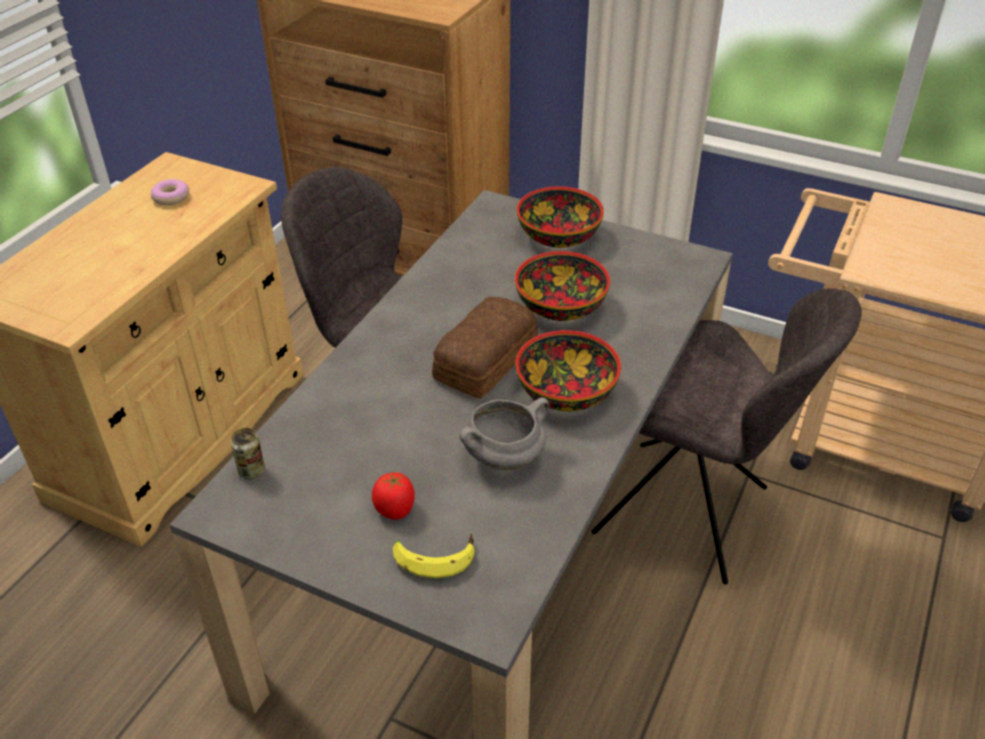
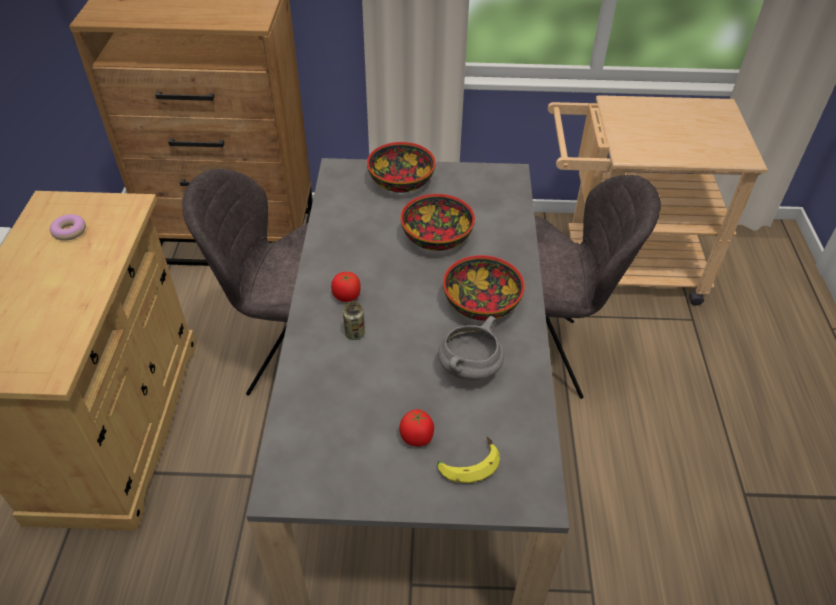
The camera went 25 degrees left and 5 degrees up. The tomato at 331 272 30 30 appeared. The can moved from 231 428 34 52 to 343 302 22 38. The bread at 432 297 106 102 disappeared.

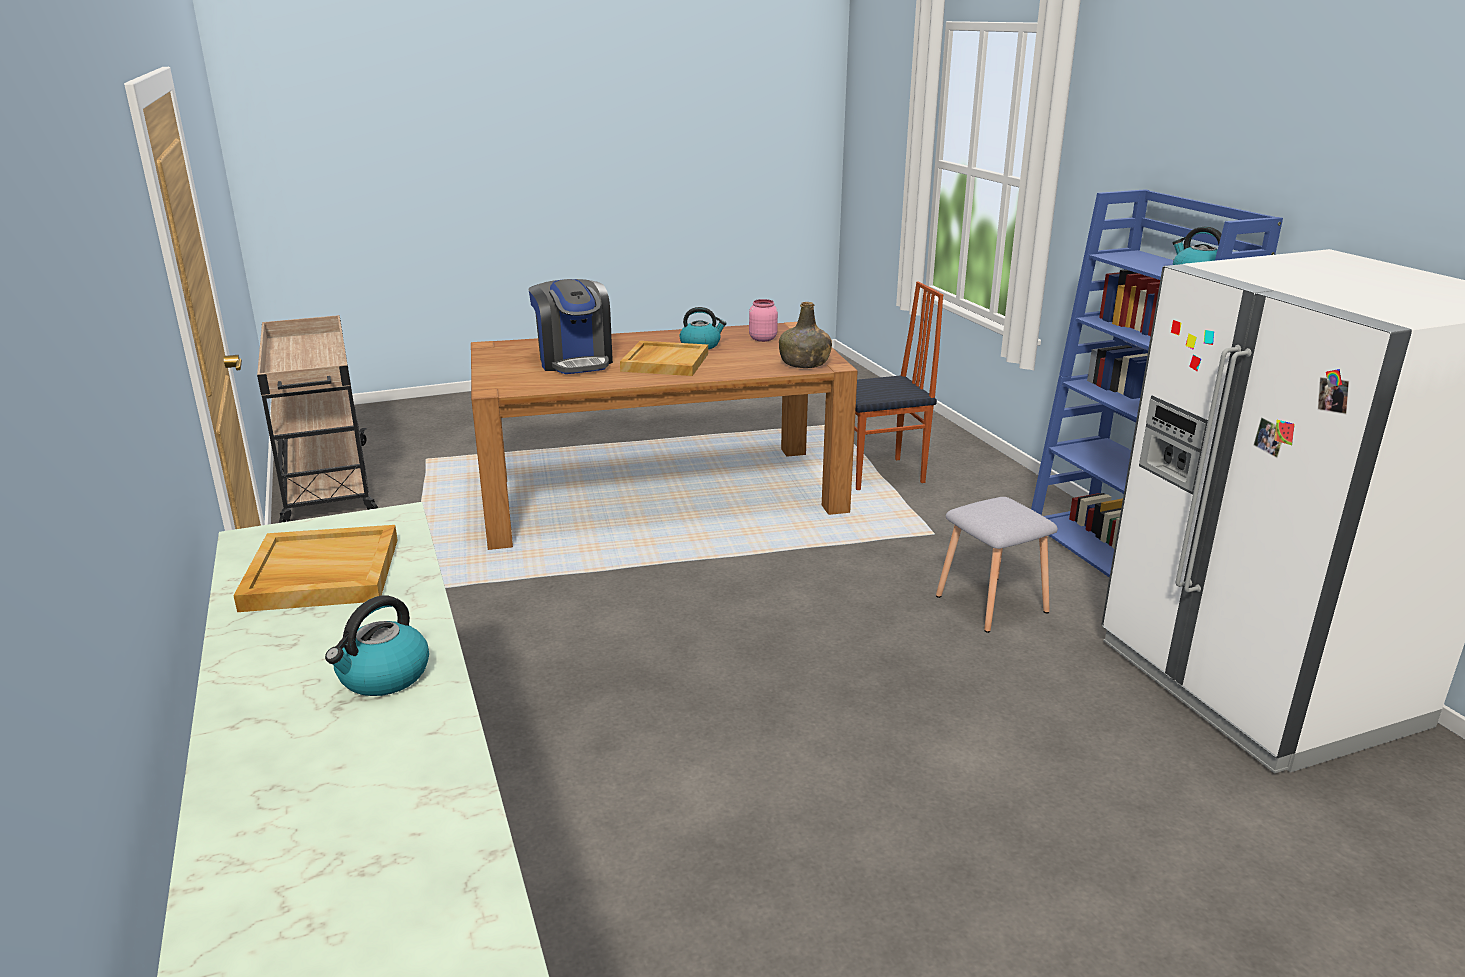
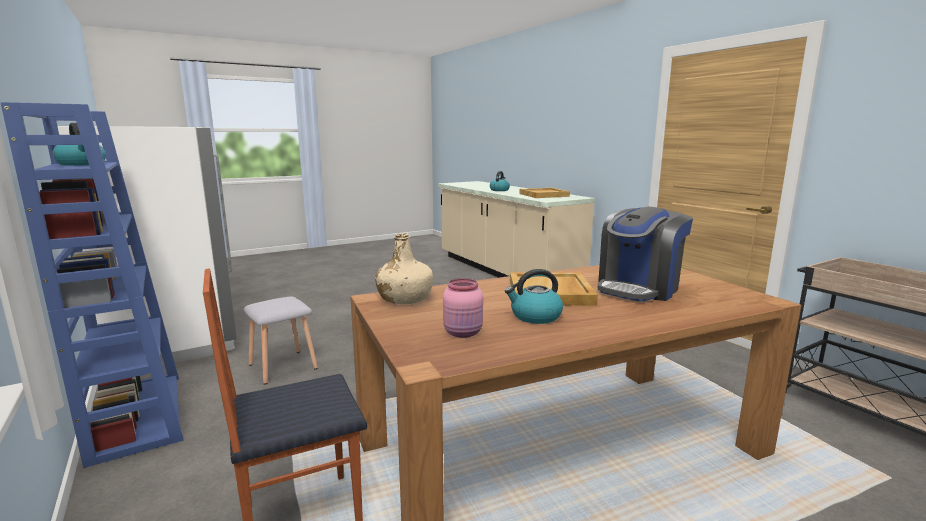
The camera went 170 degrees right and 10 degrees down. The bottle (green) at 779 302 53 66 became the bottle (beige) at 375 233 58 71. The coffee machine at 529 279 84 95 turned 105 degrees counterclockwise.

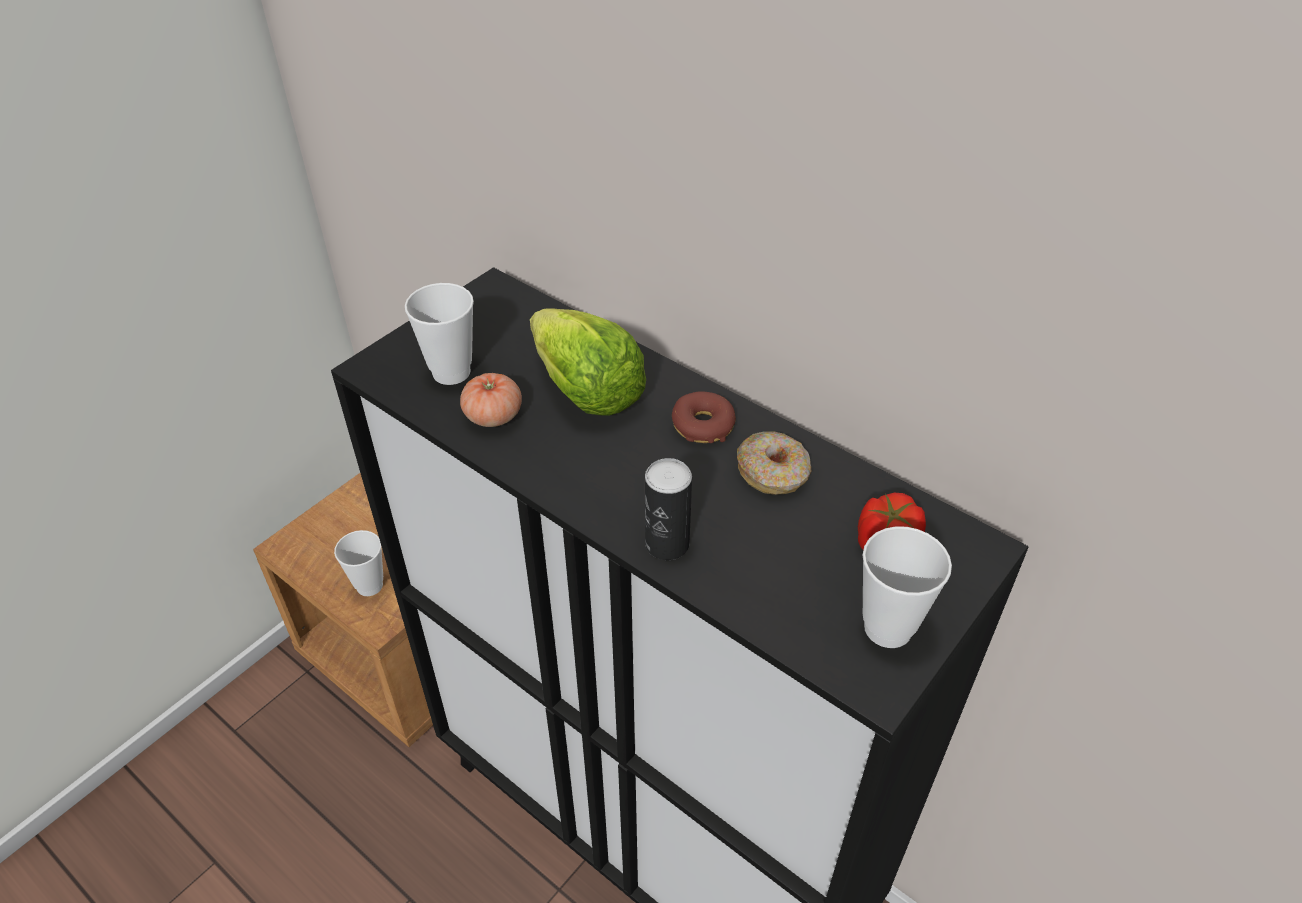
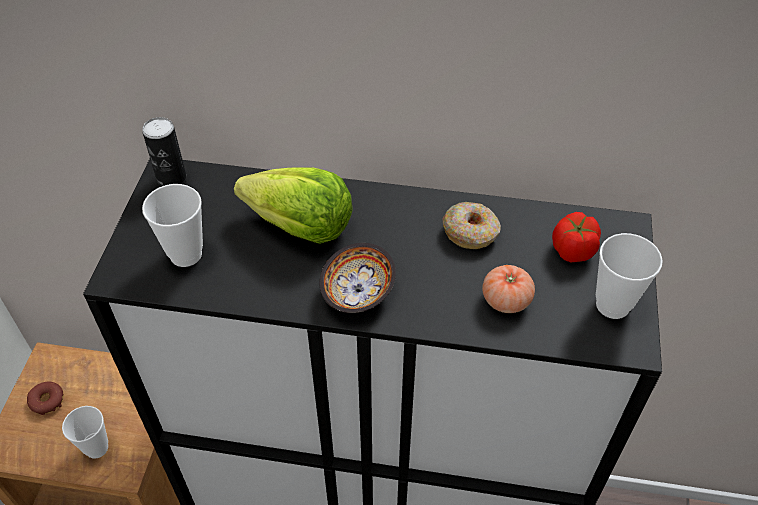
The camera went 30 degrees left and 5 degrees up. The donut moved from 672 391 64 52 to 27 382 36 33. The can moved from 645 458 47 102 to 142 117 44 69. The bowl at 319 243 77 70 appeared. The tomato moved from 460 373 62 54 to 482 265 53 48.

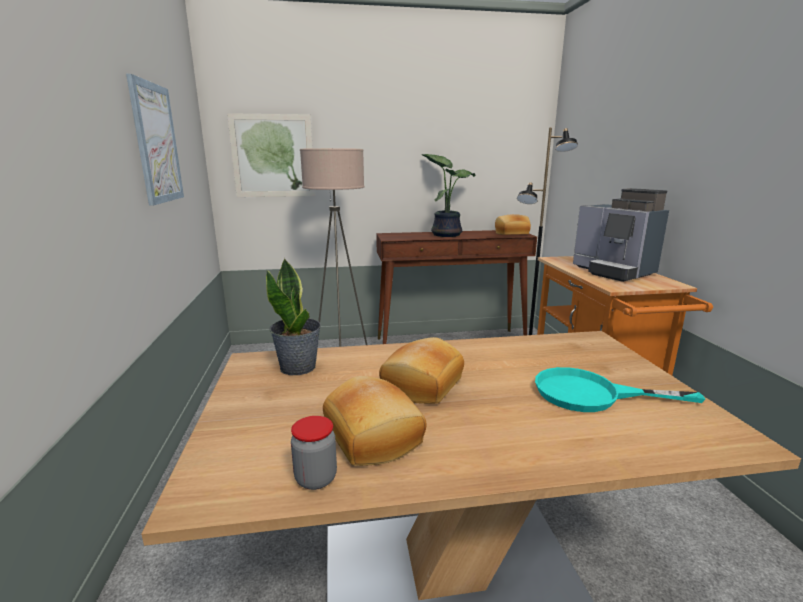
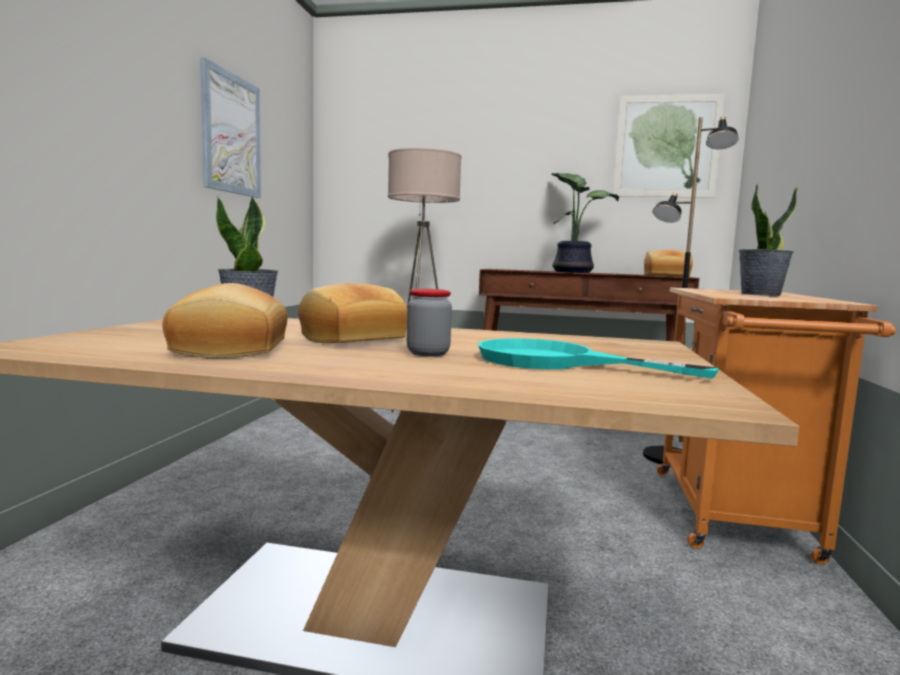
The camera went 20 degrees right and 10 degrees down. The jar moved from 291 416 46 74 to 407 289 45 68. The picture moved from 227 113 88 84 to 613 94 112 104. The coffee machine at 573 188 96 94 was replaced by the potted plant at 738 184 60 112.

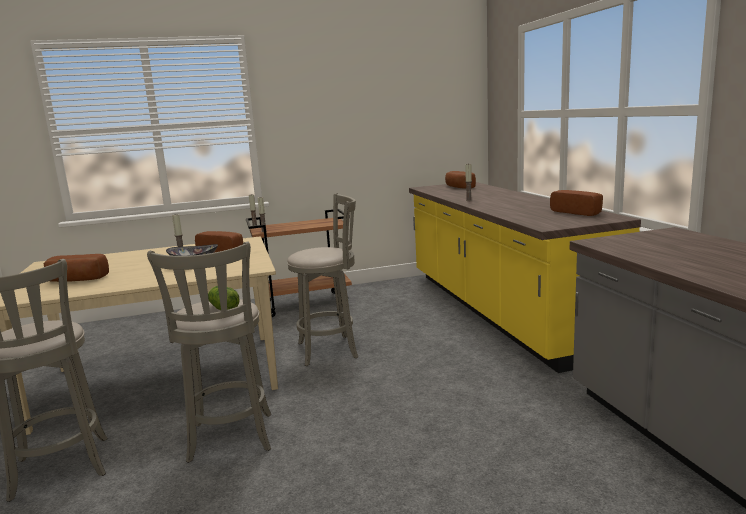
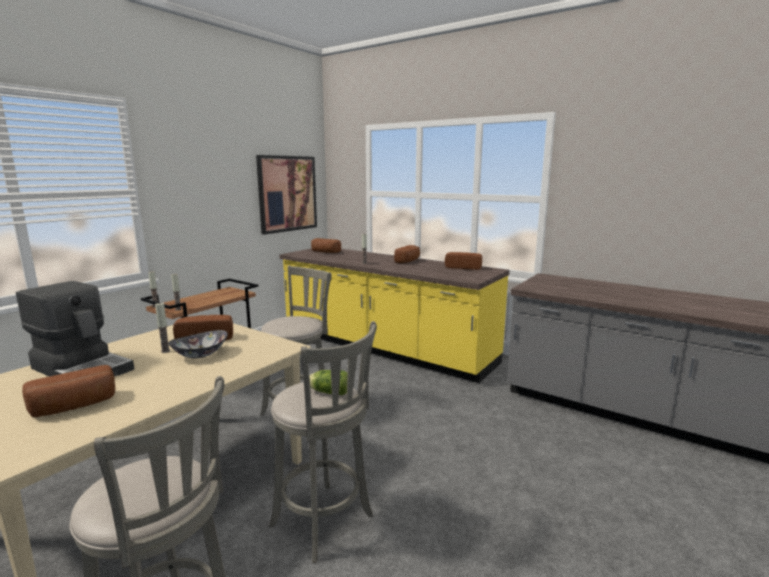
The camera went 40 degrees left and 0 degrees up. The coffee machine at 16 281 118 96 appeared. The picture at 256 155 61 80 appeared. The bread at 394 245 26 18 appeared.

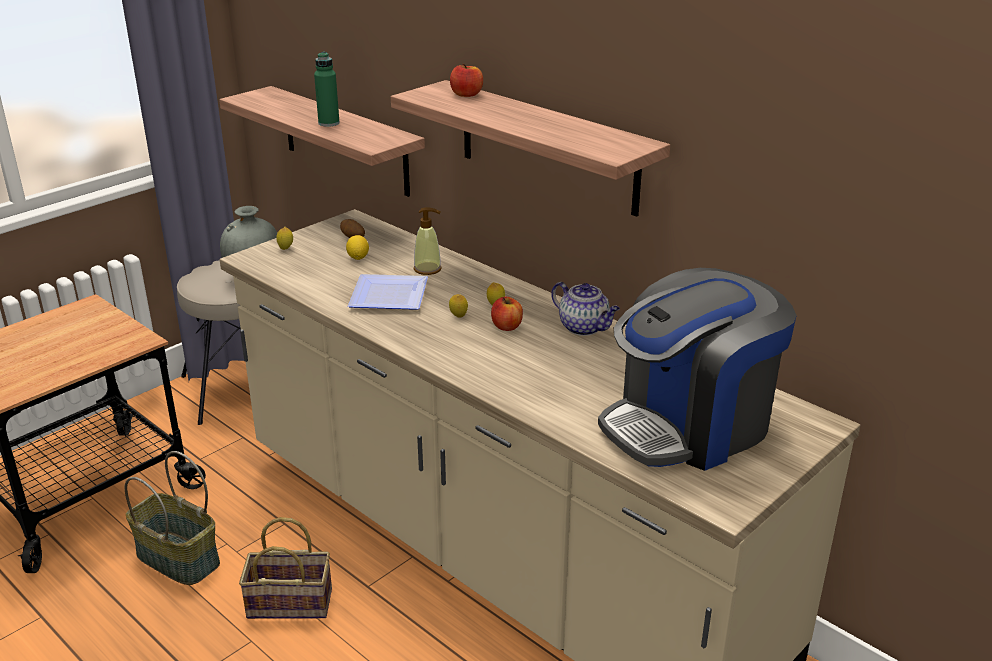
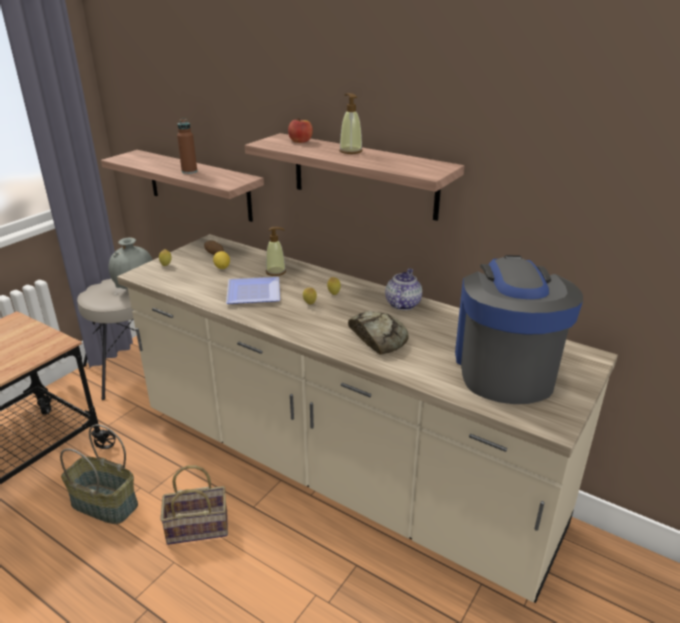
The camera went 10 degrees left and 0 degrees up. The bottle (green) at 314 52 26 75 became the bottle (brown) at 177 118 20 56. The soap dispenser at 339 93 24 61 appeared. The bread at 348 311 61 44 appeared. The teapot at 551 282 69 54 turned 105 degrees counterclockwise. The coffee machine at 598 268 199 203 turned 135 degrees clockwise. The apple at 491 297 32 34 disappeared.

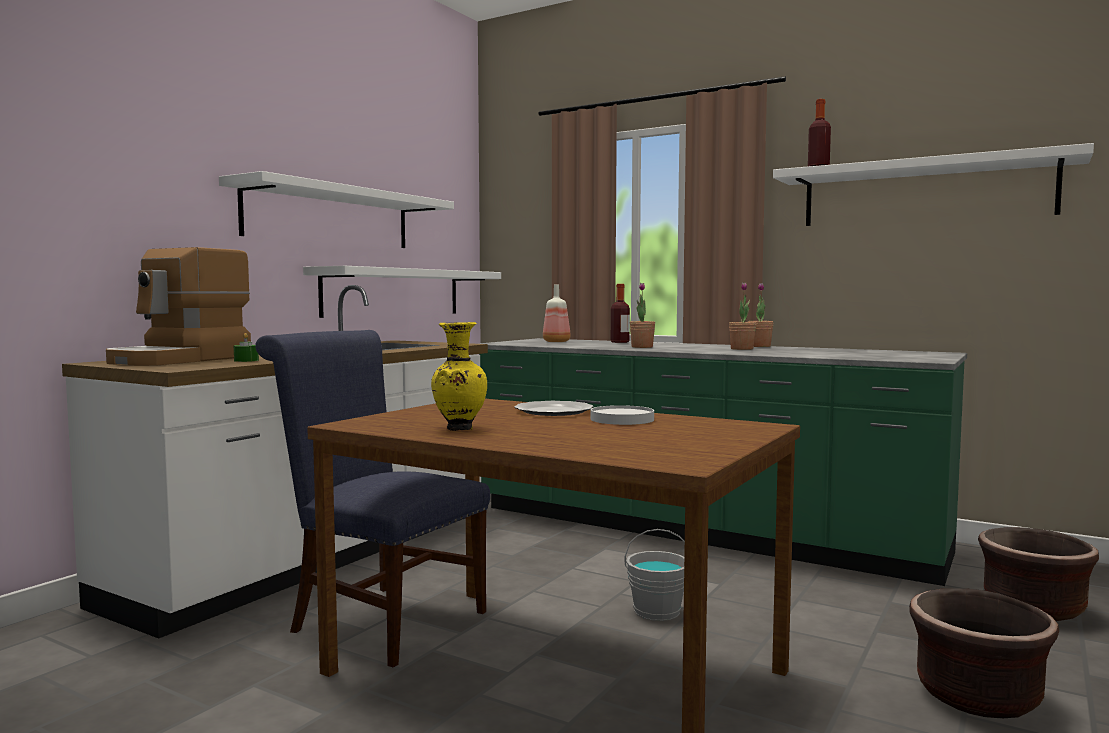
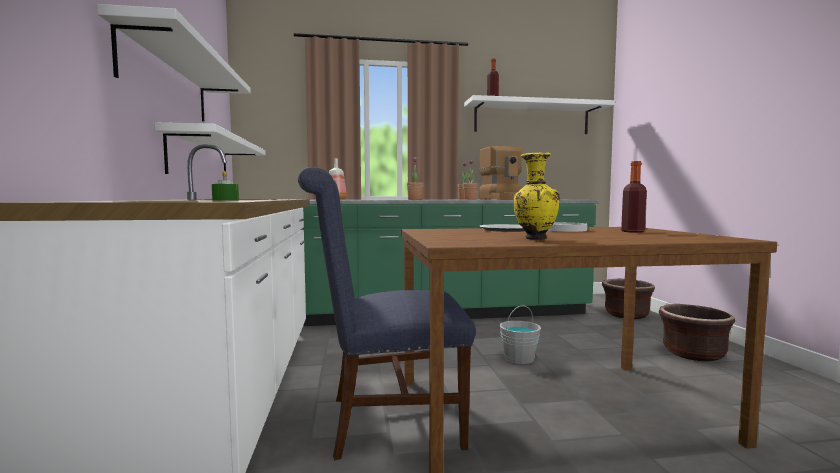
The camera went 40 degrees left and 0 degrees up. The coffee machine moved from 106 247 145 119 to 479 146 43 54. The bottle moved from 611 284 19 59 to 621 161 26 72.

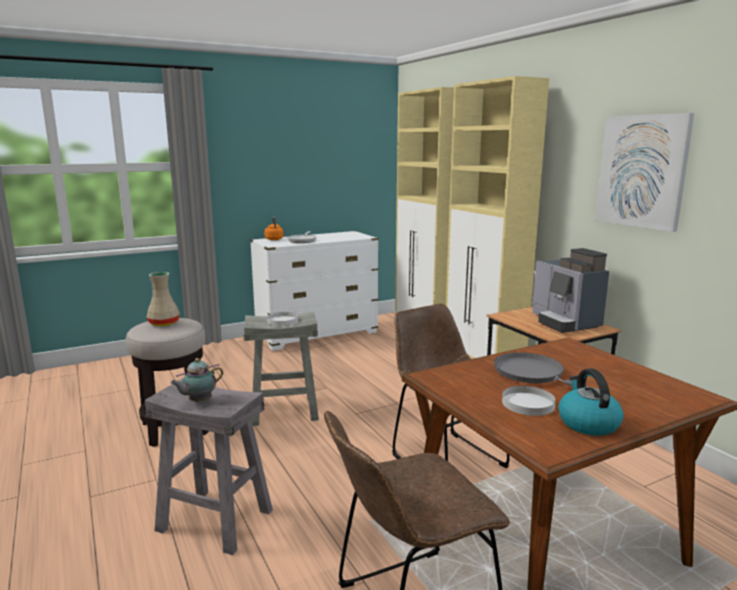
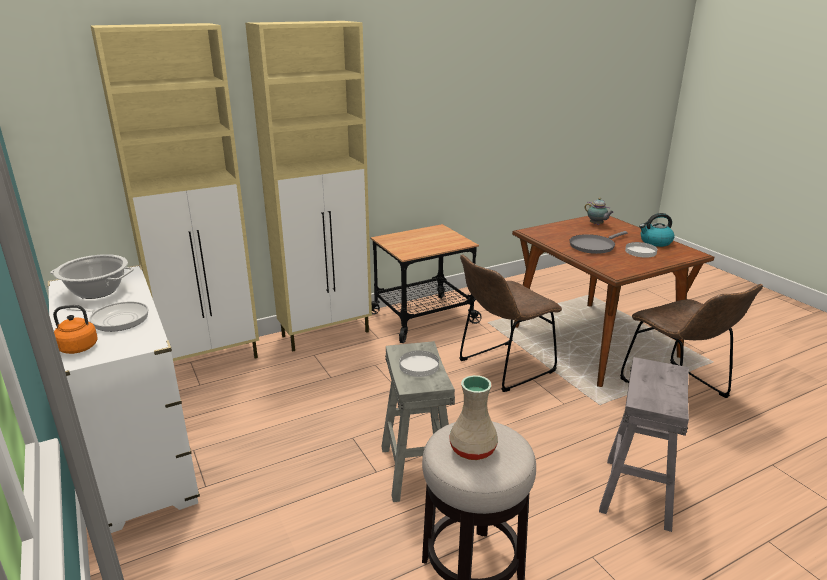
The camera went 90 degrees left and 10 degrees up. The cooking pot at 50 254 84 45 appeared. The teapot moved from 170 358 53 45 to 585 198 29 27. The coffee machine at 532 248 77 85 disappeared. The picture at 595 113 99 119 disappeared.

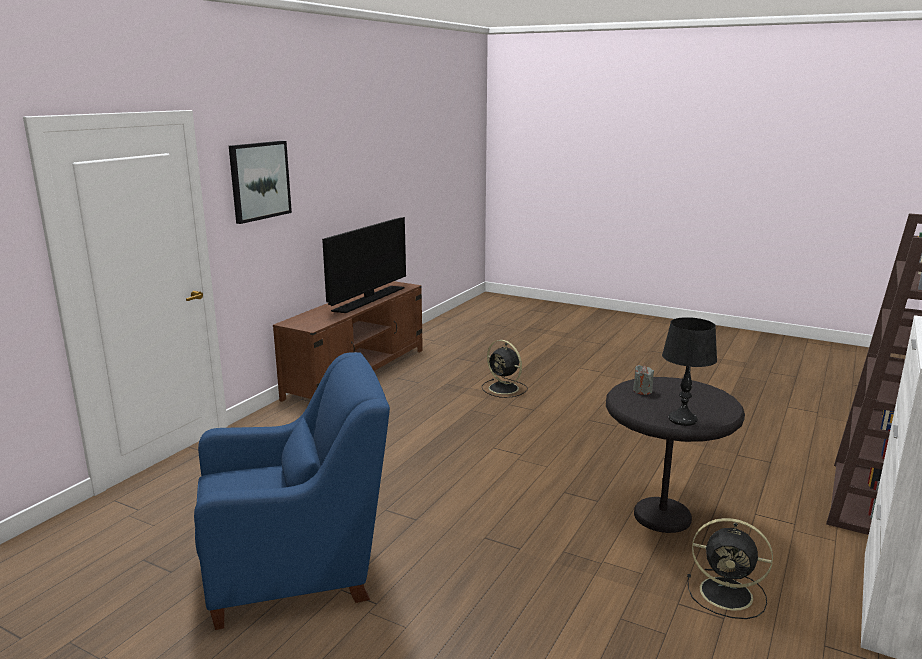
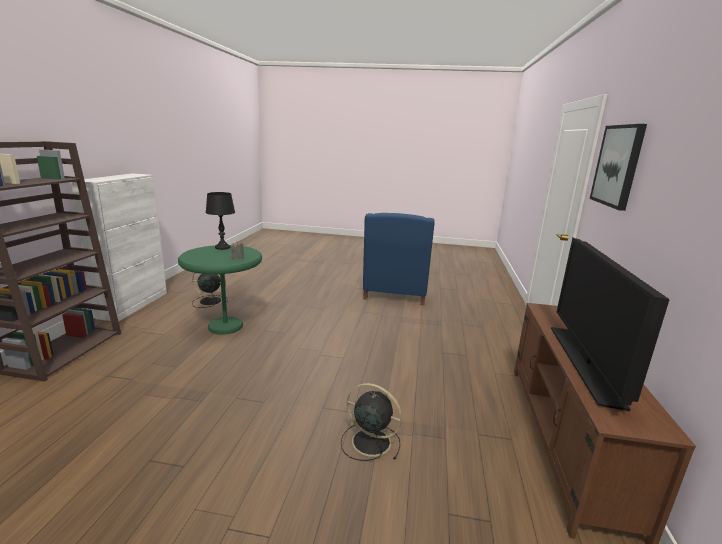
The camera went 160 degrees right and 0 degrees up. The side table (black) at 606 377 139 156 became the side table (green) at 178 245 84 90. The armchair (blue) at 194 352 196 278 turned 45 degrees counterclockwise.

